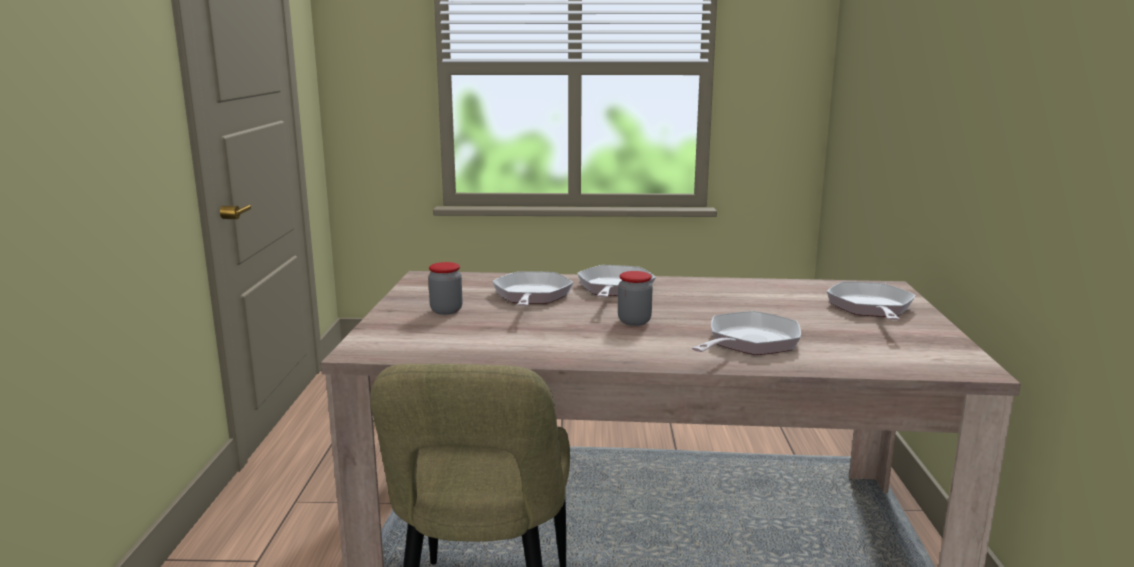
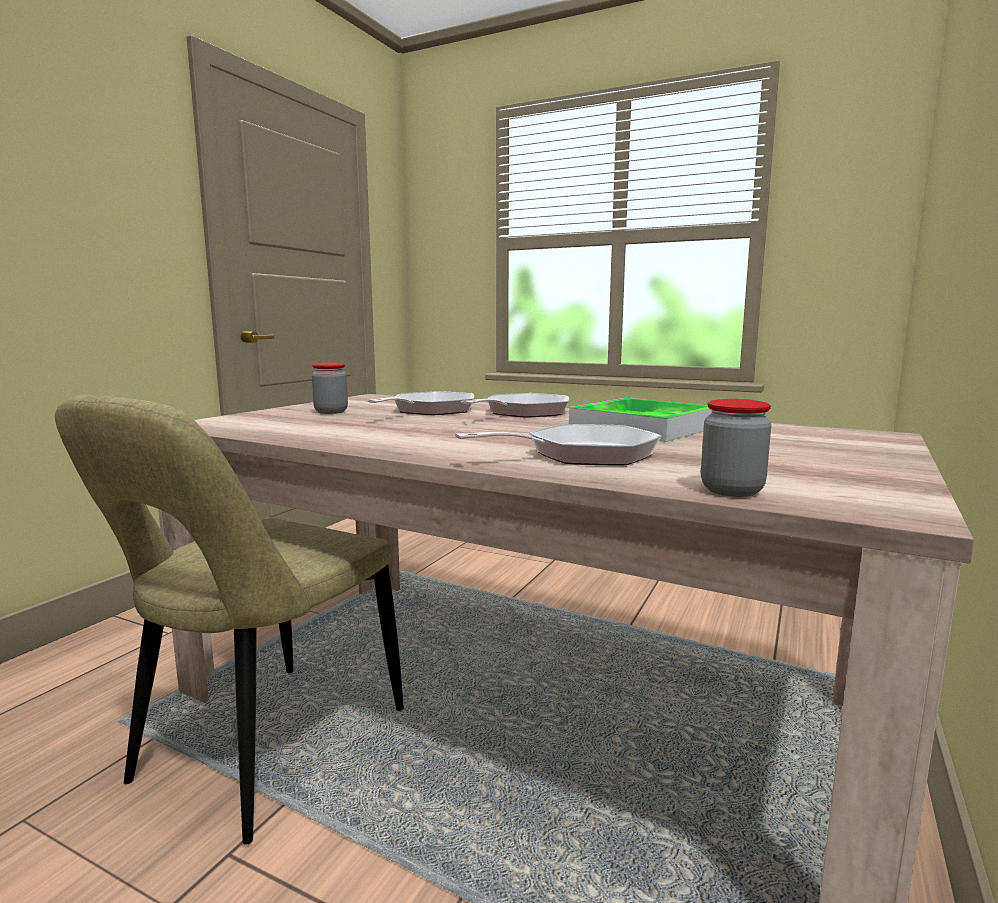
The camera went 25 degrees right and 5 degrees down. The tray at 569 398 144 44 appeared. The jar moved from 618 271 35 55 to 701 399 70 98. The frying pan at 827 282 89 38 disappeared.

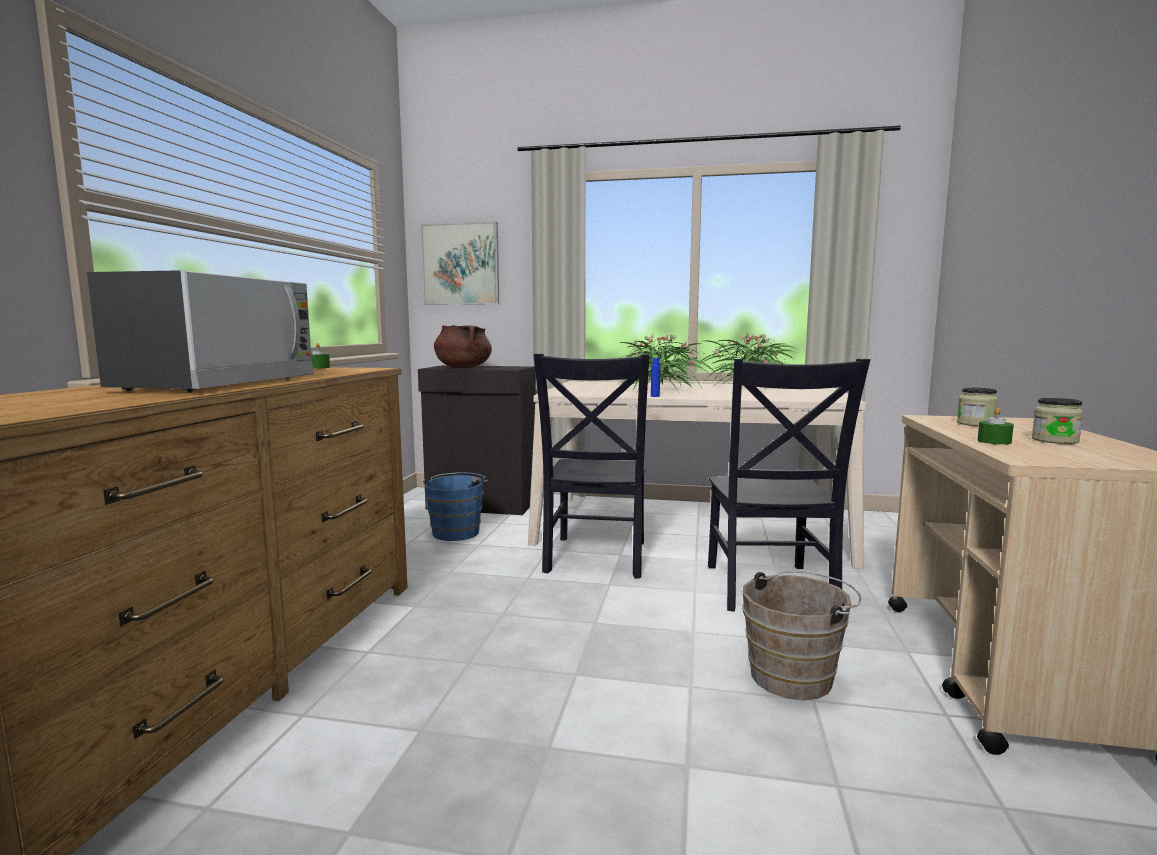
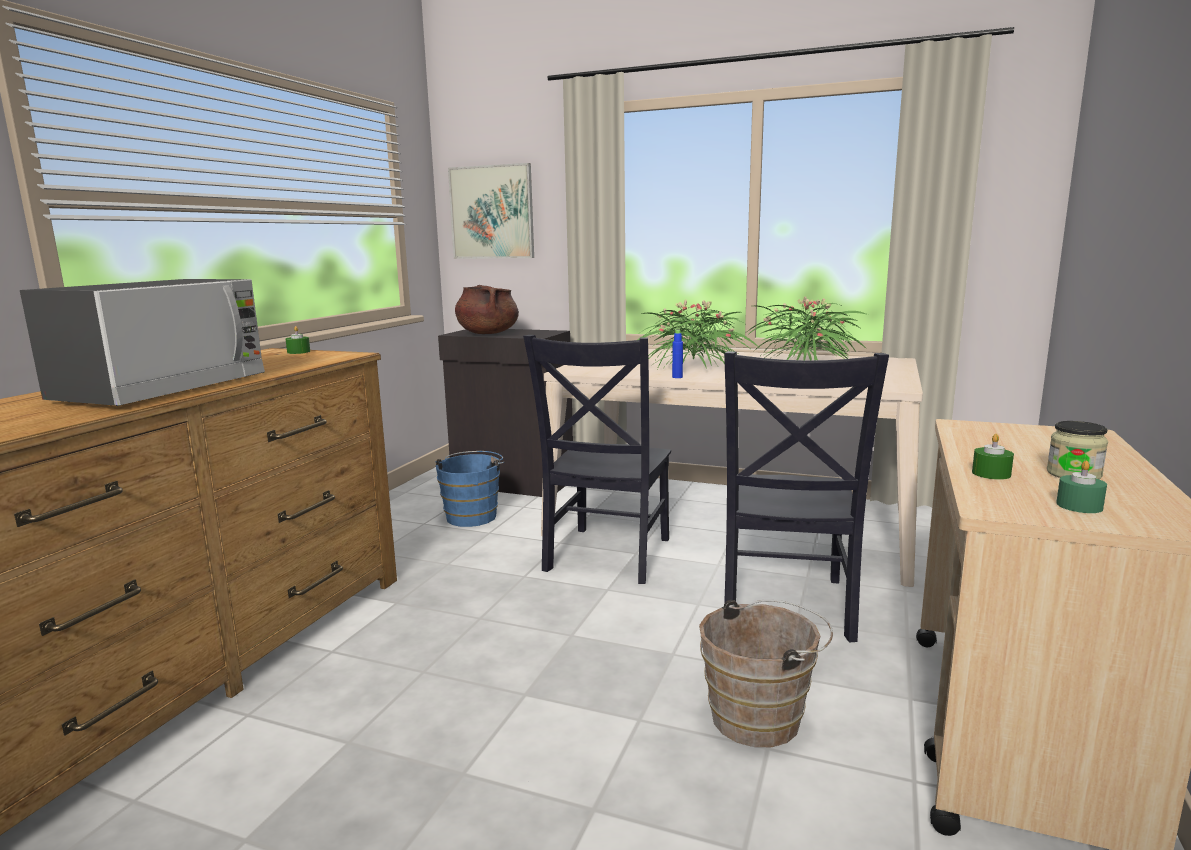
The camera went 10 degrees right and 5 degrees up. The candle (green) at 1056 461 51 52 appeared. The jar at 957 388 41 38 disappeared.

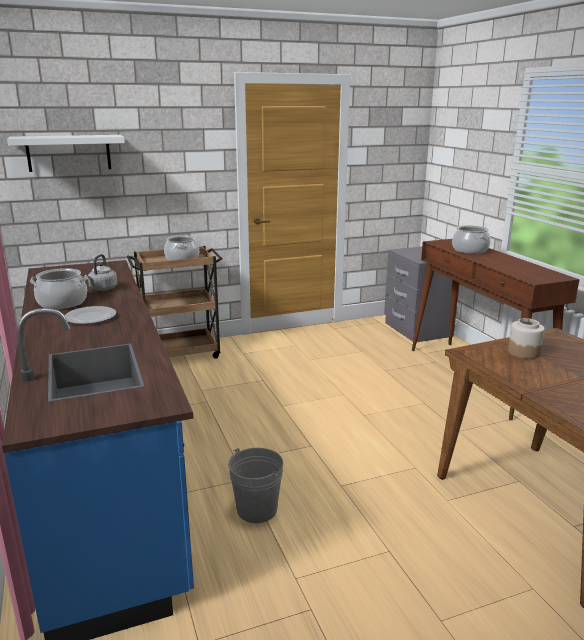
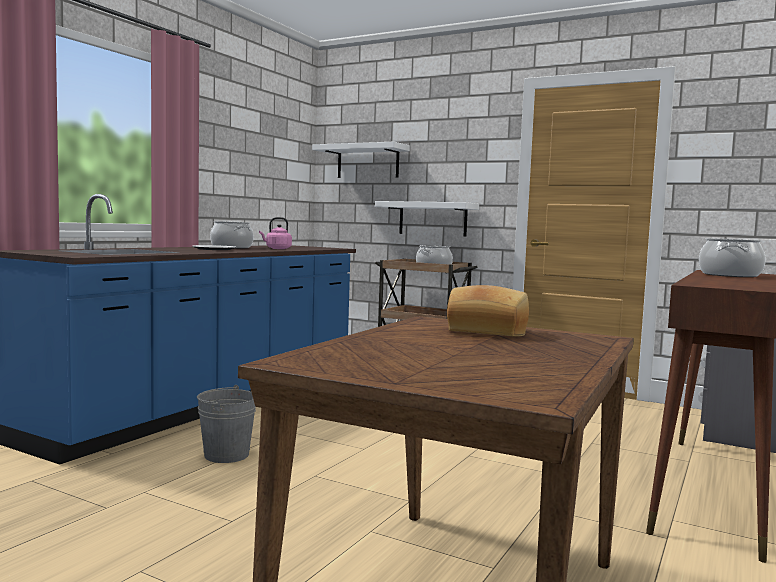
The camera went 50 degrees right and 15 degrees down. The kettle (grey) at 88 254 30 37 became the kettle (pink) at 259 217 33 32. The shelf (white) at 375 201 104 36 appeared. The jar at 508 318 37 41 was replaced by the bread at 447 285 82 52.

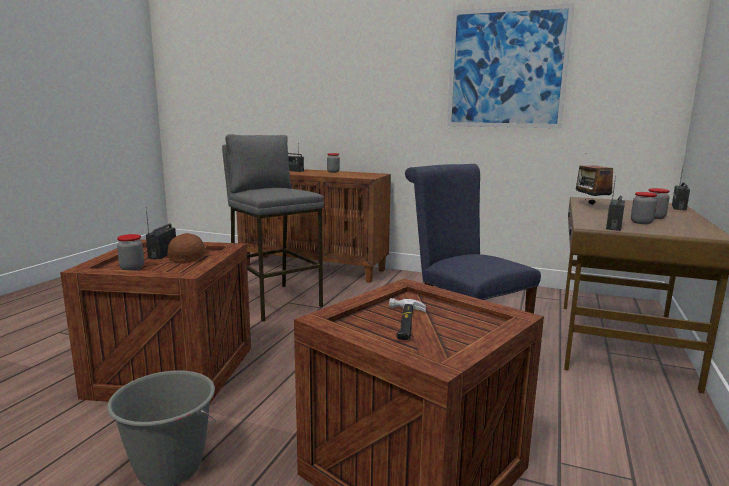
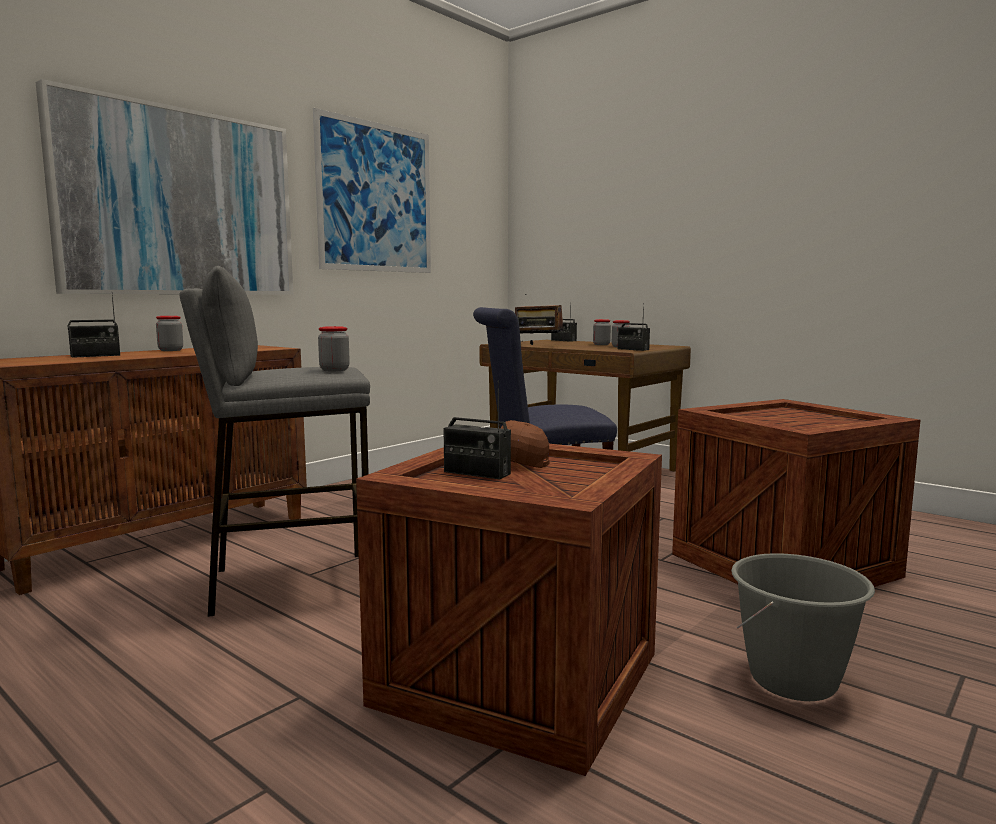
The camera went 70 degrees left and 5 degrees down. The picture at 36 79 257 216 appeared. The jar moved from 117 234 27 36 to 318 326 32 45. The hammer at 389 298 37 42 disappeared.

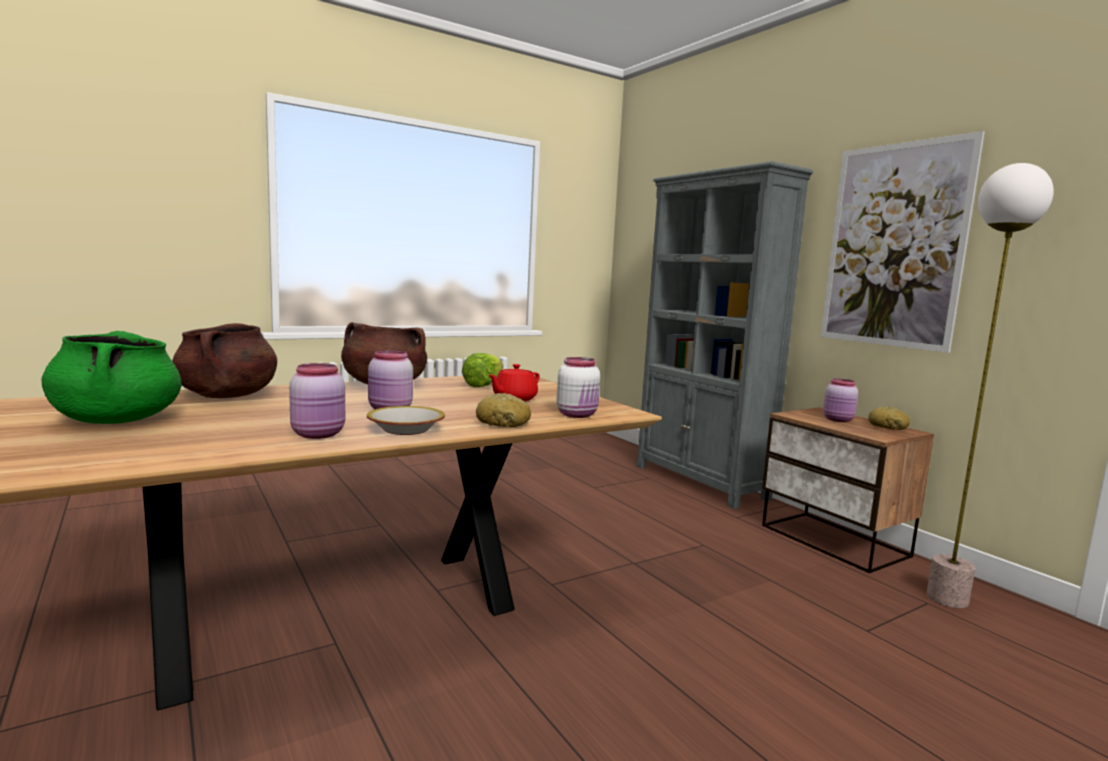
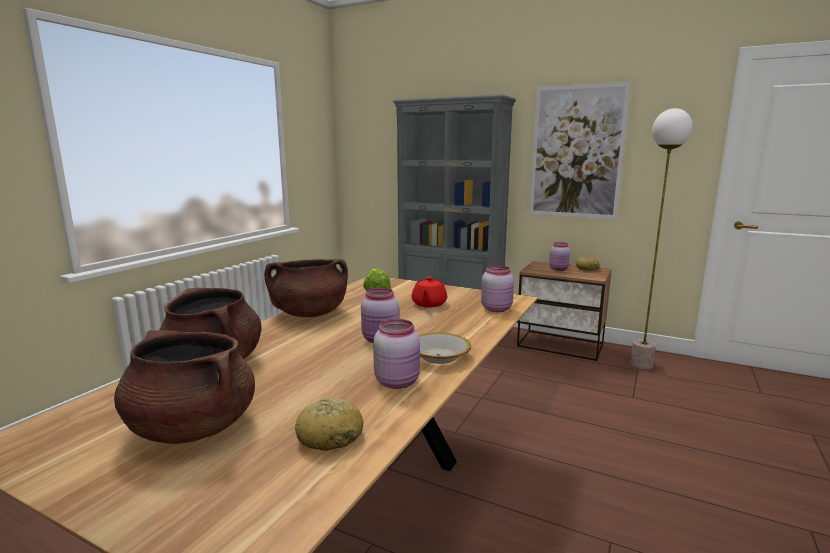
The camera went 30 degrees left and 5 degrees up. The cooking pot (green) at 42 331 139 93 became the cooking pot (brown) at 114 330 141 114. The bread moved from 476 393 55 34 to 295 398 68 53. The jar (white) at 556 357 44 61 became the jar (pink) at 481 265 33 47.

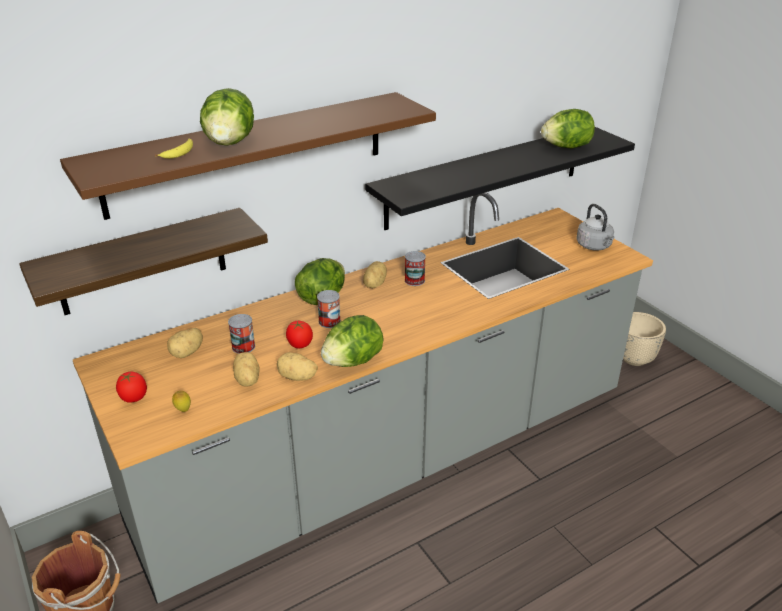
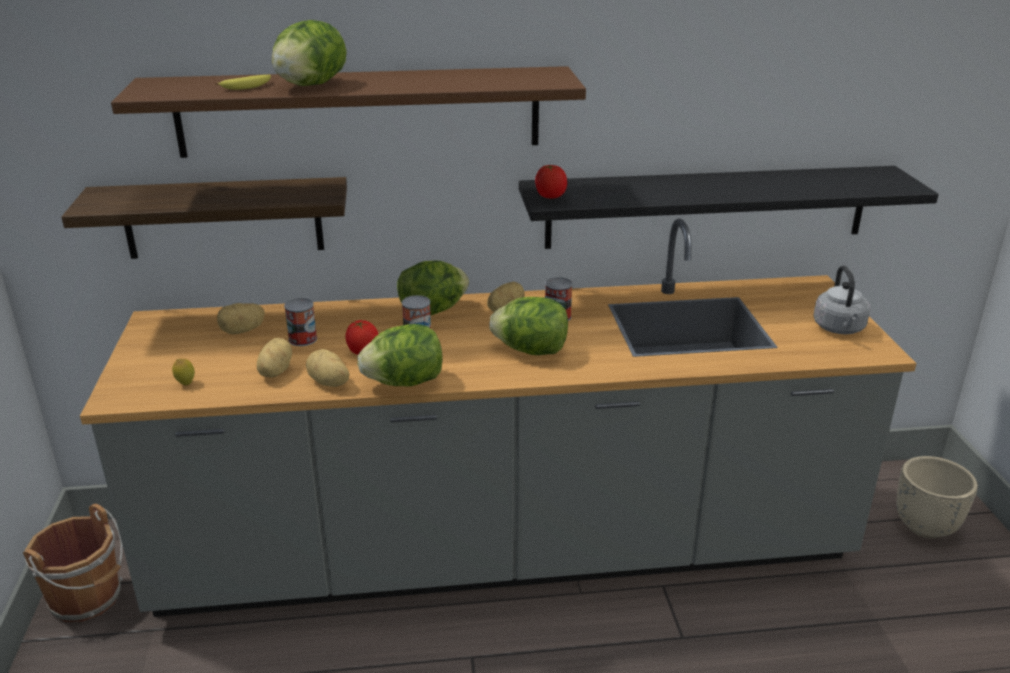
The camera went 25 degrees right and 5 degrees down. The lettuce moved from 541 109 54 39 to 489 297 79 58. The tomato moved from 116 372 31 31 to 535 165 32 33.

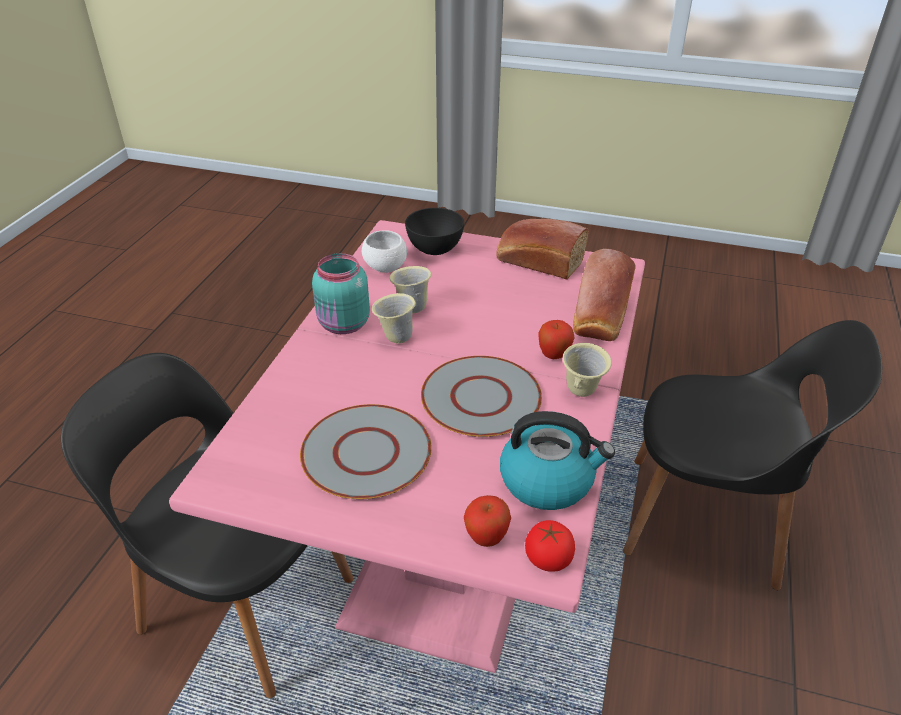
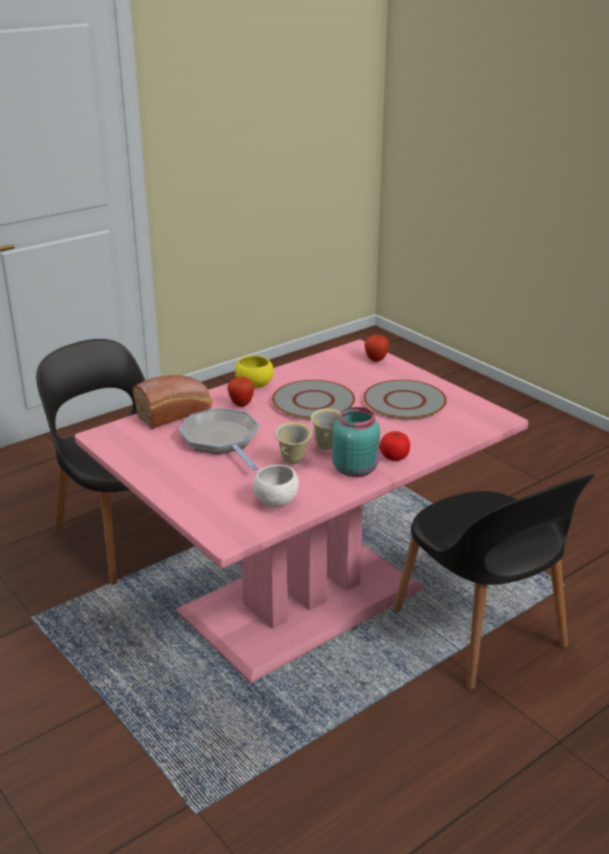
The camera went 145 degrees left and 10 degrees down. The frying pan at 178 408 82 63 appeared. The mug (beige) at 563 343 49 54 was replaced by the bowl (yellow) at 235 355 39 33. The tomato moved from 525 520 50 52 to 380 431 30 30. The bowl (black) at 405 208 59 47 disappeared. The bread at 496 219 93 61 disappeared. The kettle at 500 411 115 99 disappeared.

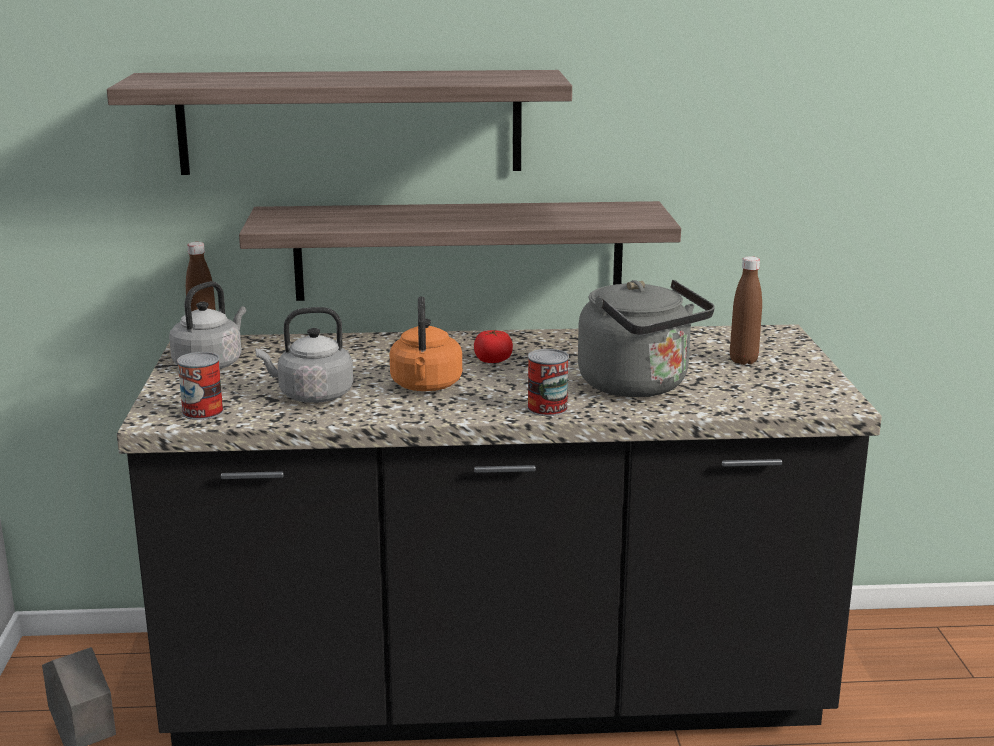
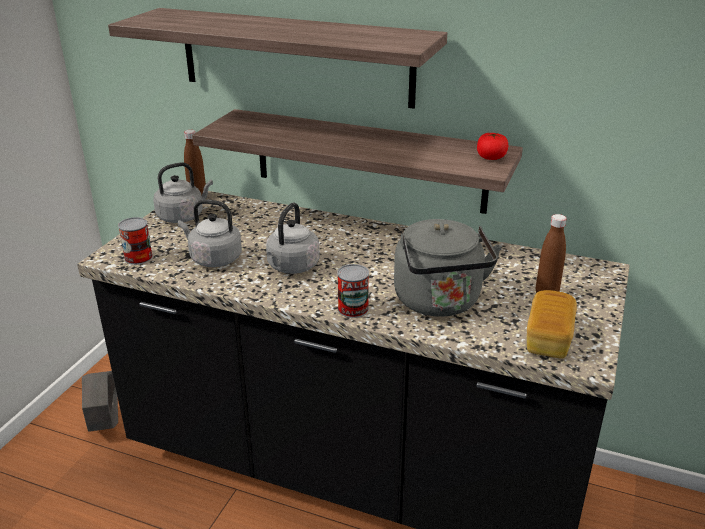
The camera went 25 degrees right and 10 degrees up. The kettle (orange) at 390 296 72 95 became the kettle (grey) at 266 203 54 71. The tomato moved from 474 330 39 33 to 477 133 31 27. The bread at 527 290 50 69 appeared.

